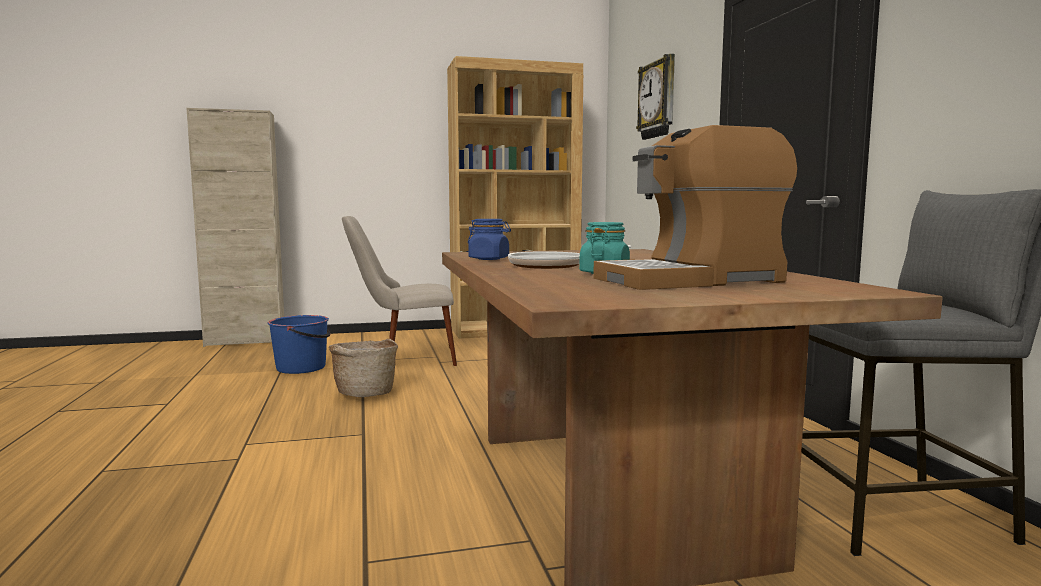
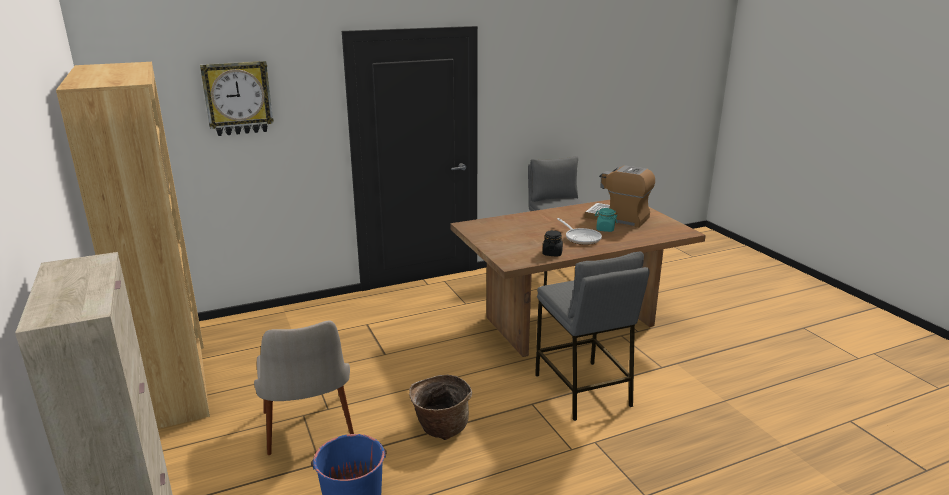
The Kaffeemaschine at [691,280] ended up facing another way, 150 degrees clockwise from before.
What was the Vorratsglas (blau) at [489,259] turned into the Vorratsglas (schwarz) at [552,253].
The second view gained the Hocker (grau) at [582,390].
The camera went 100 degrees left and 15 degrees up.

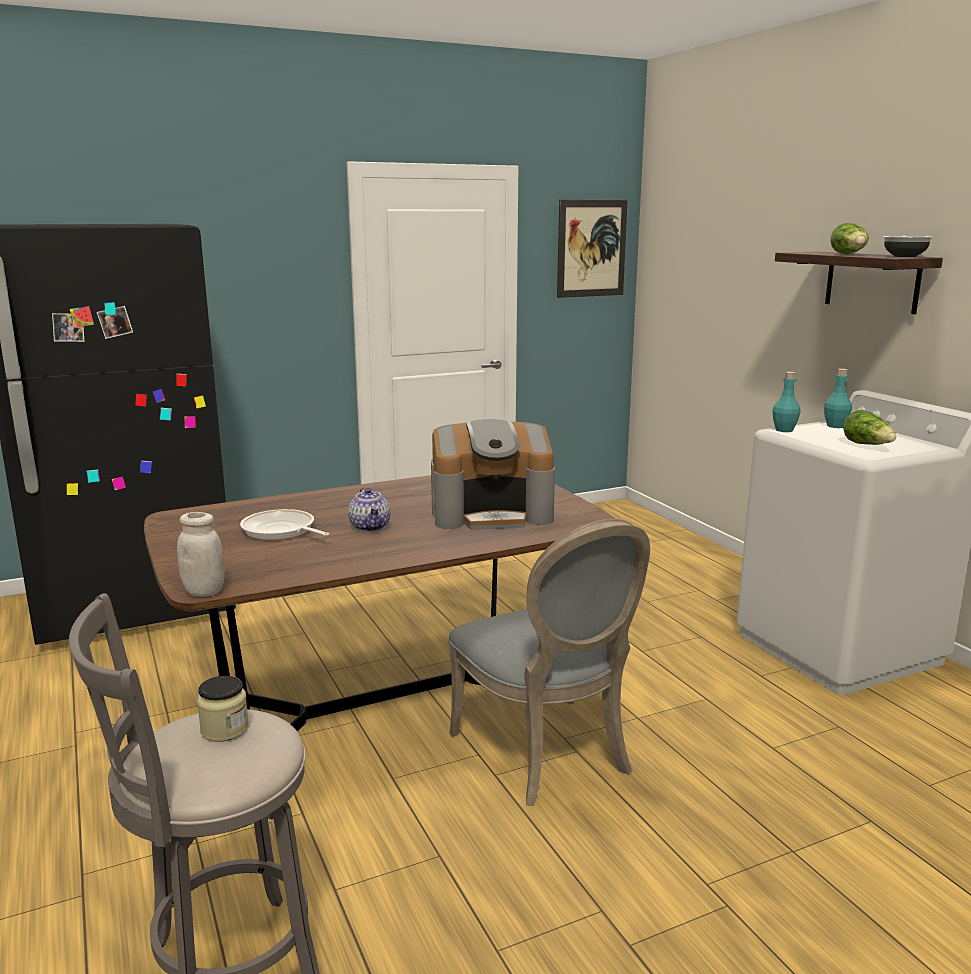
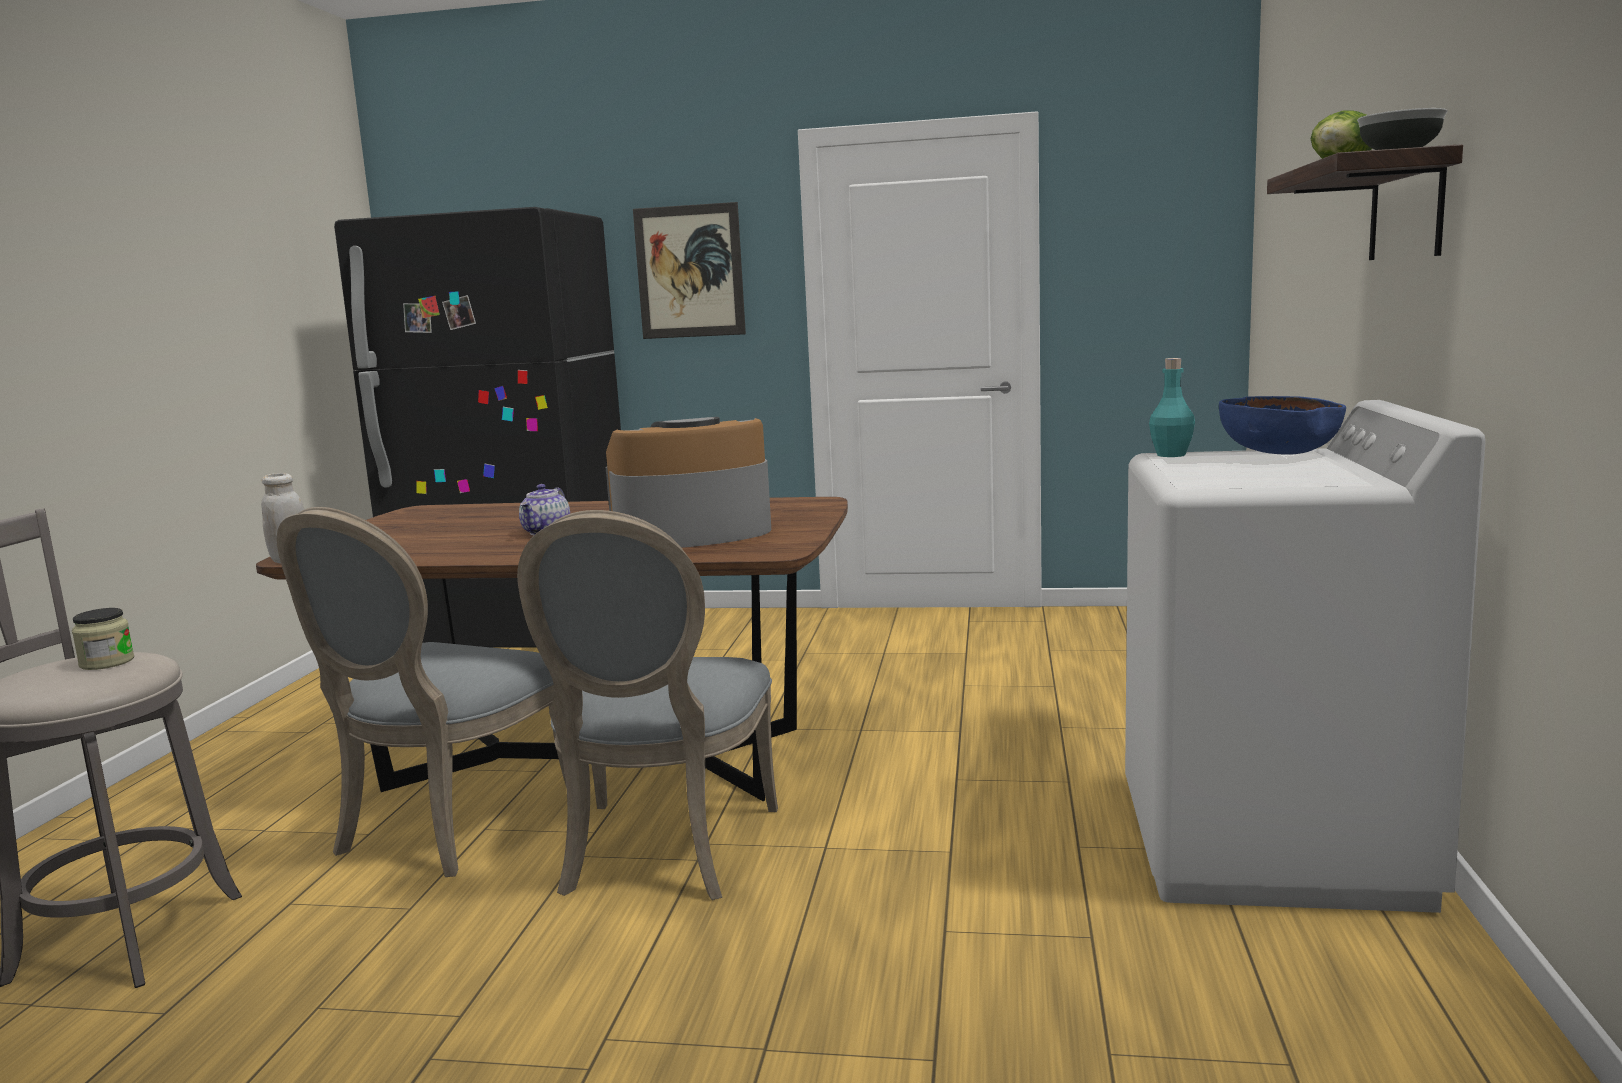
The Bild ended up elsewhere, having gone from [591,248] to [689,271].
Where the Flasche (türkis) stood at [835,426], the Schüssel (blau) came to stand at [1278,454].
The second view lost the Salatkopf at [868,445].
The Kaffeemaschine at [492,513] ended up facing another way, 135 degrees clockwise from before.
The second view lost the Pfanne at [281,531].
The second view gained the Stuhl (grau) at [447,828].
The camera went 35 degrees right and 5 degrees down.

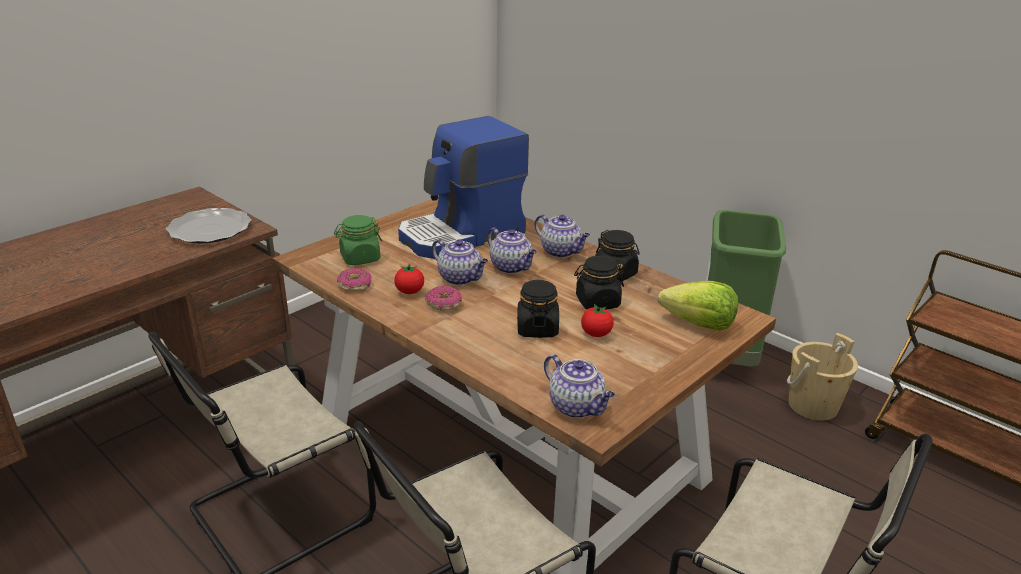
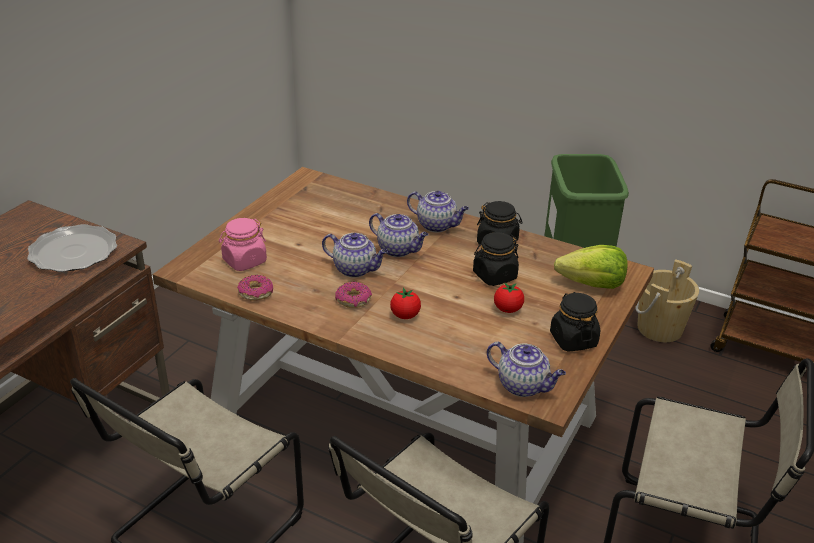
The second view lost the Kaffeemaschine at [462,234].
What was the Vorratsglas (grün) at [360,258] turned into the Vorratsglas (rosa) at [244,261].
The Tomate ended up elsewhere, having gone from [409,292] to [405,315].
The Vorratsglas (schwarz) ended up elsewhere, having gone from [537,328] to [573,339].
The camera went 15 degrees left and 5 degrees up.

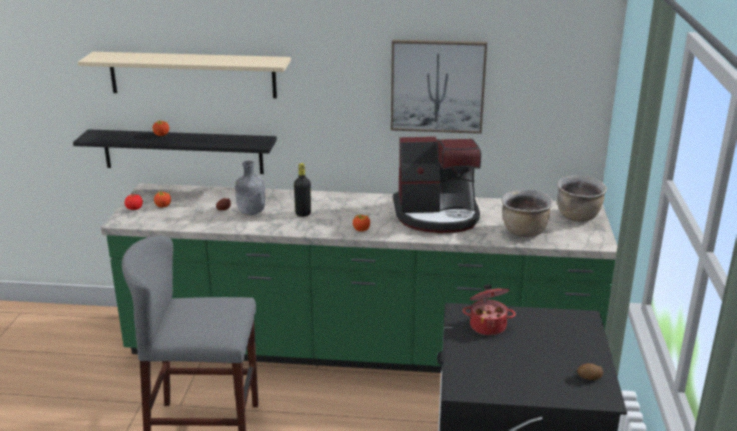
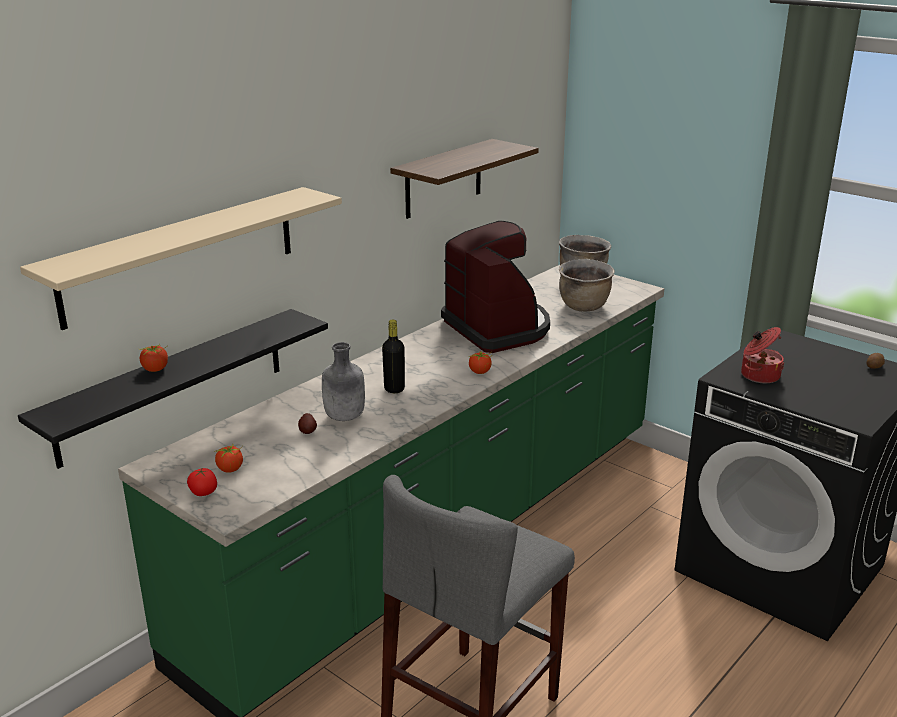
Where the Bild hung at [437,86], the Wandregal came to hang at [443,179].
The Kaffeemaschine at [437,215] ended up facing another way, 60 degrees counterclockwise from before.
The camera went 55 degrees left and 0 degrees up.

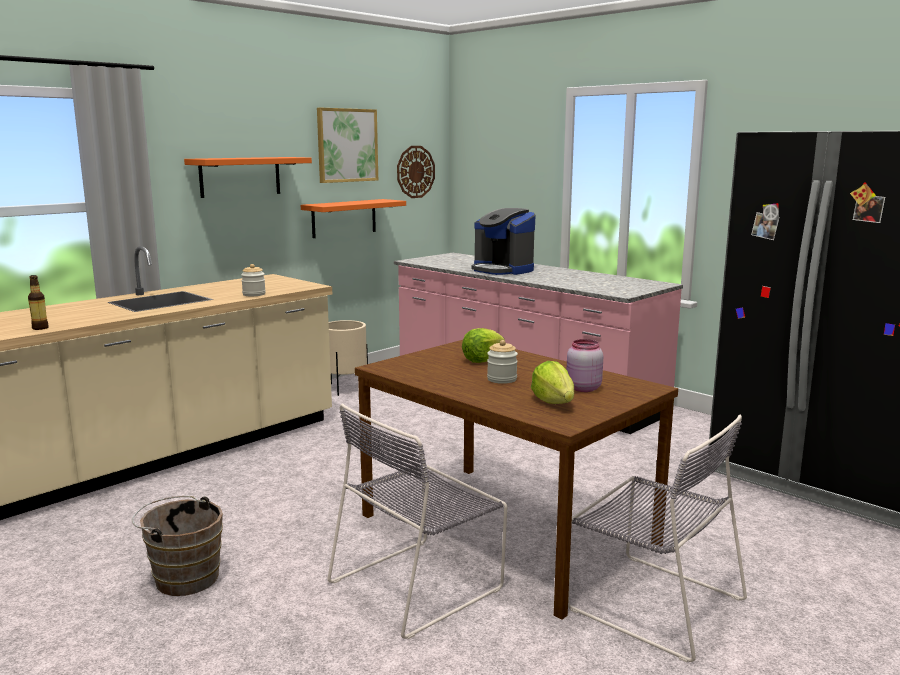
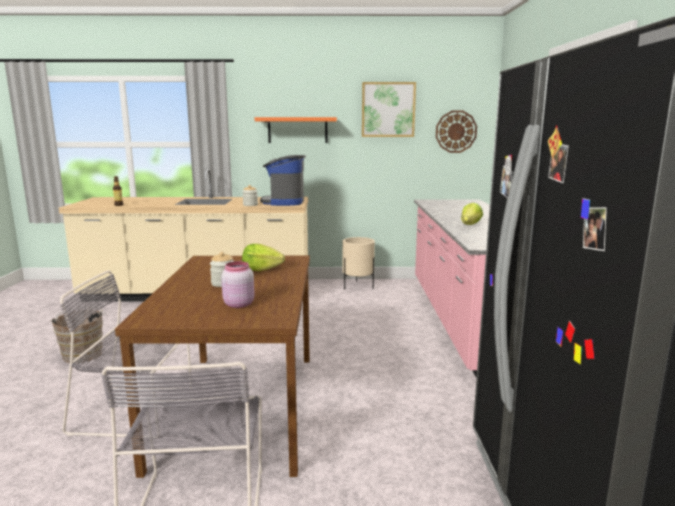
The second view lost the Wandregal (orange) at [344,218].
The Kaffeemaschine ended up elsewhere, having gone from [502,270] to [284,202].
The Salatkopf ended up elsewhere, having gone from [554,402] to [470,225].
The camera went 45 degrees right and 0 degrees up.

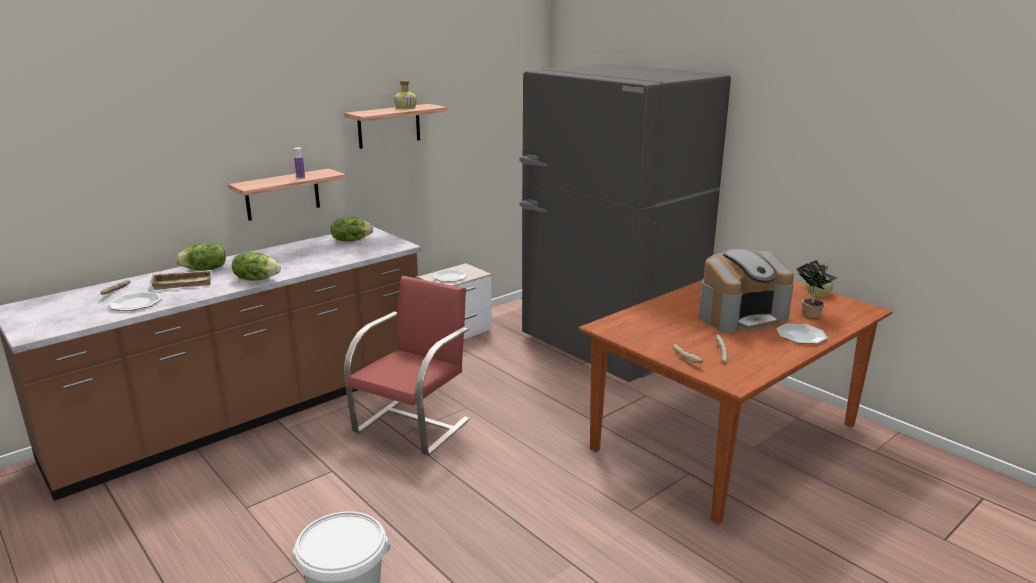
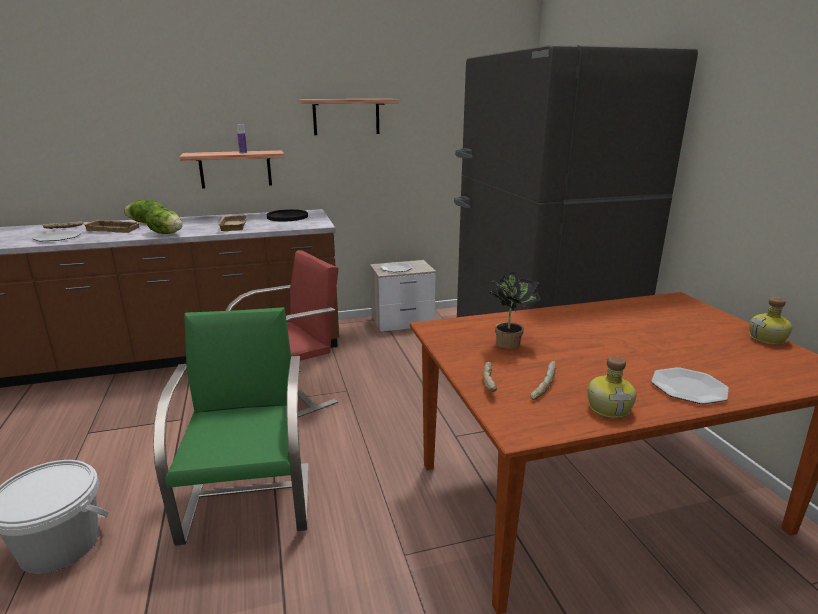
The Flasche ended up elsewhere, having gone from [406,108] to [609,407].
Where the Salatkopf stood at [351,240], the Teller (schwarz) came to stand at [287,217].
The second view lost the Kaffeemaschine at [741,316].
The Topfpflanze ended up elsewhere, having gone from [809,313] to [508,342].
The second view gained the Tablett (beige) at [232,226].
The second view gained the Stuhl (grün) at [249,500].
The camera went 25 degrees right and 0 degrees up.

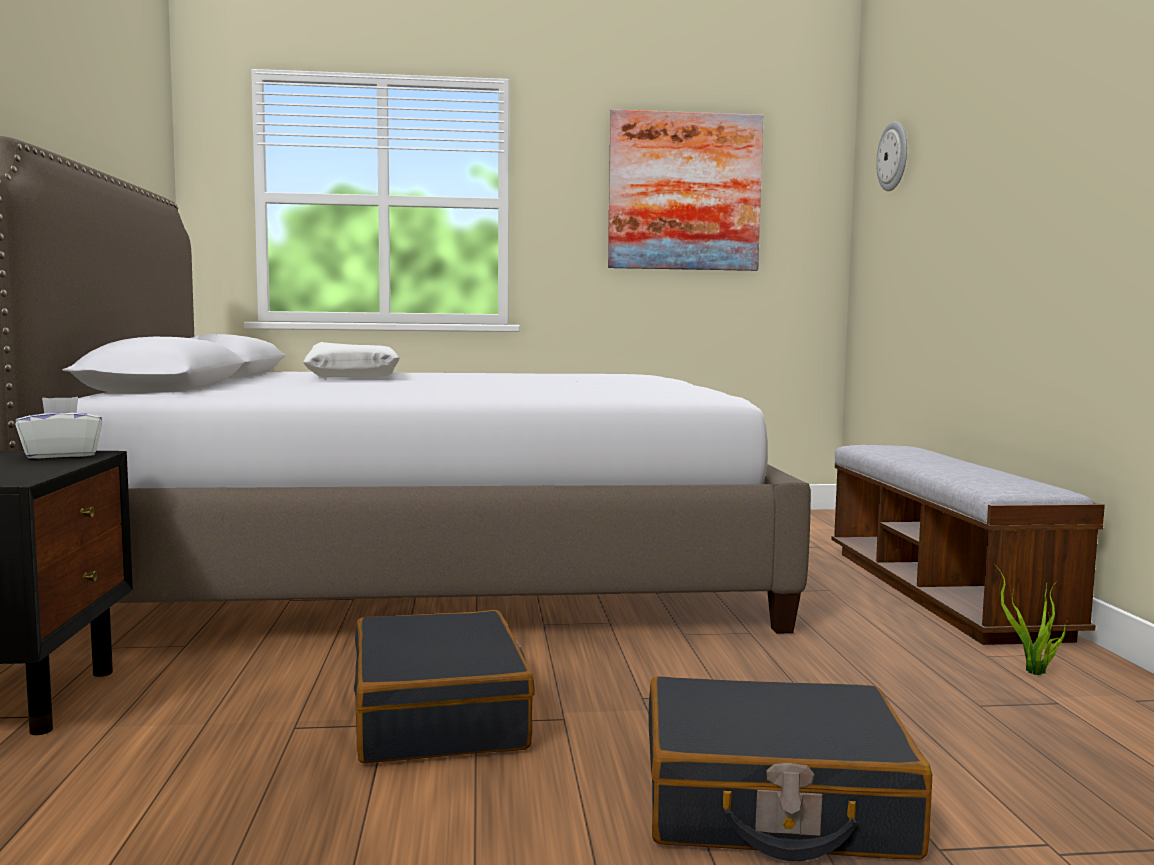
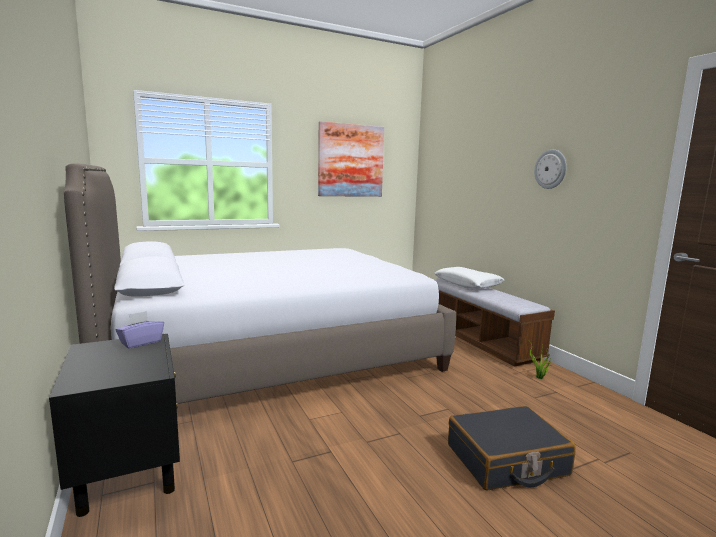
The Wanduhr ended up elsewhere, having gone from [893,156] to [550,169].
The Kissen (weiß) ended up elsewhere, having gone from [354,376] to [467,284].
What was the Taschentuchbox (weiß) at [62,455] turned into the Taschentuchbox (lila) at [141,342].
The second view lost the Koffer (schwarz) at [440,715].
The camera went 20 degrees left and 5 degrees up.

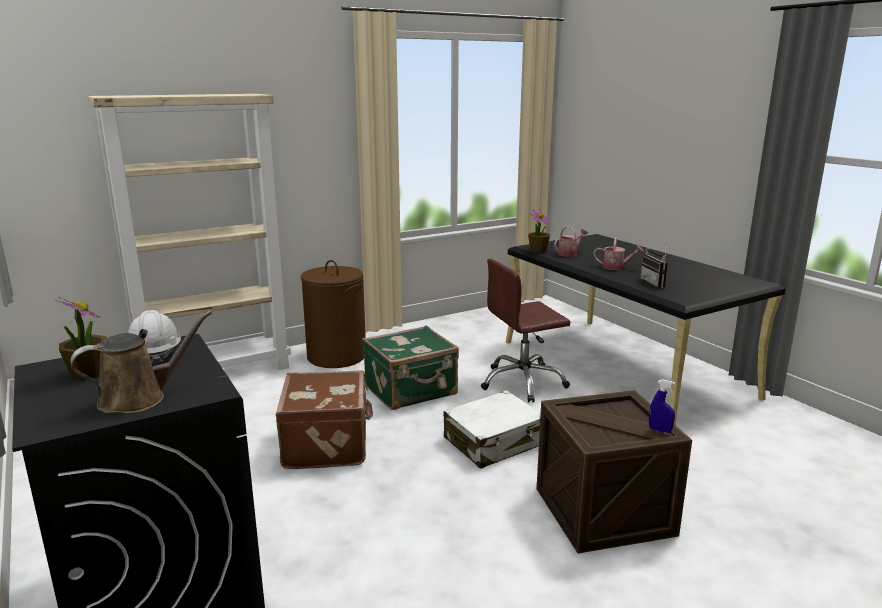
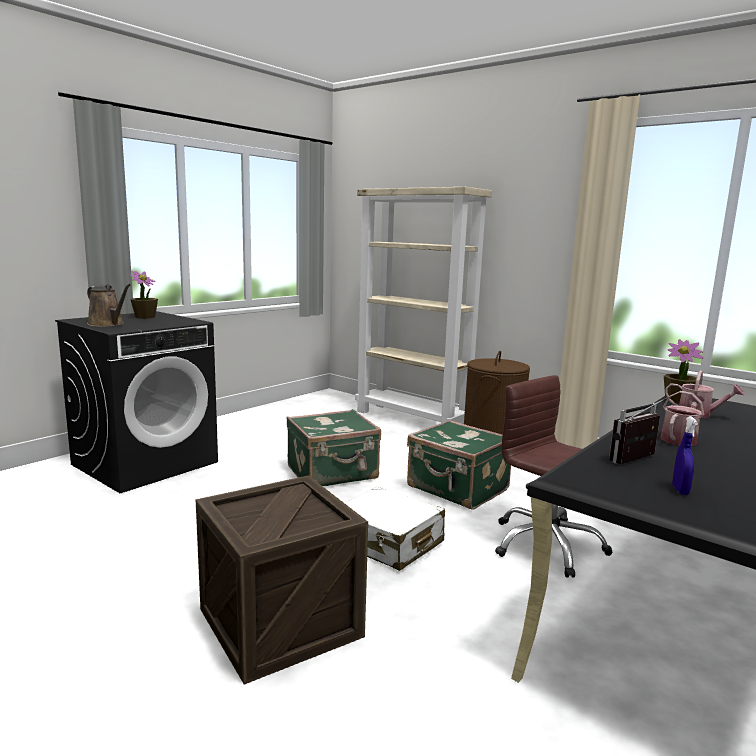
The Gießkanne at [616,267] ended up facing another way, 135 degrees counterclockwise from before.
The second view lost the Schutzhelm (weiß) at [155,354].
What was the Koffer (braun) at [328,444] turned into the Koffer (grün) at [333,473].
The Sprühflasche (blau) ended up elsewhere, having gone from [660,430] to [680,490].
The camera went 70 degrees right and 5 degrees down.

